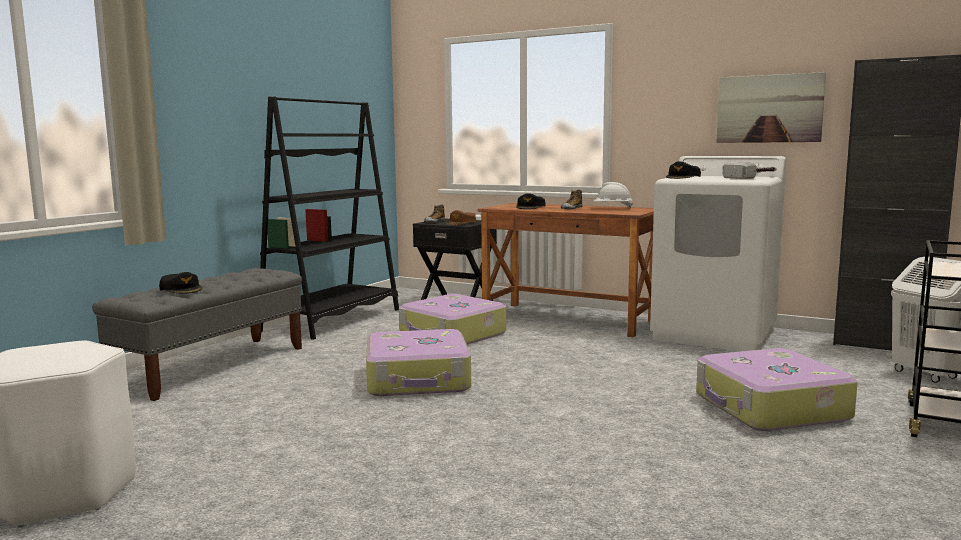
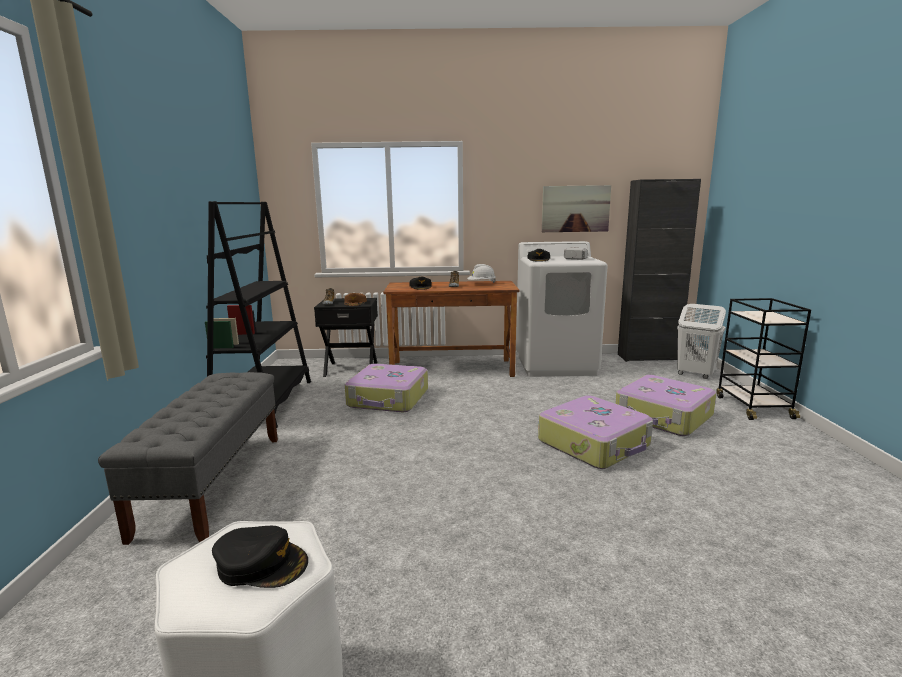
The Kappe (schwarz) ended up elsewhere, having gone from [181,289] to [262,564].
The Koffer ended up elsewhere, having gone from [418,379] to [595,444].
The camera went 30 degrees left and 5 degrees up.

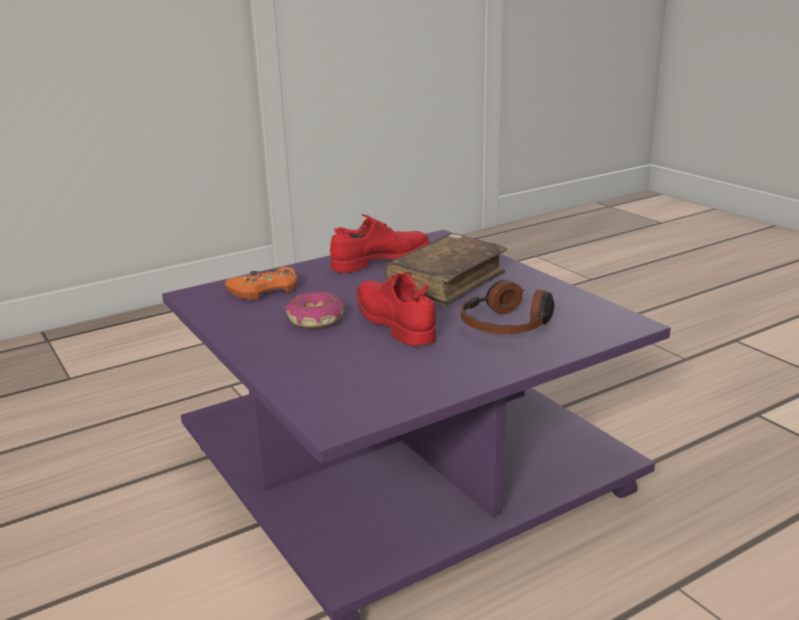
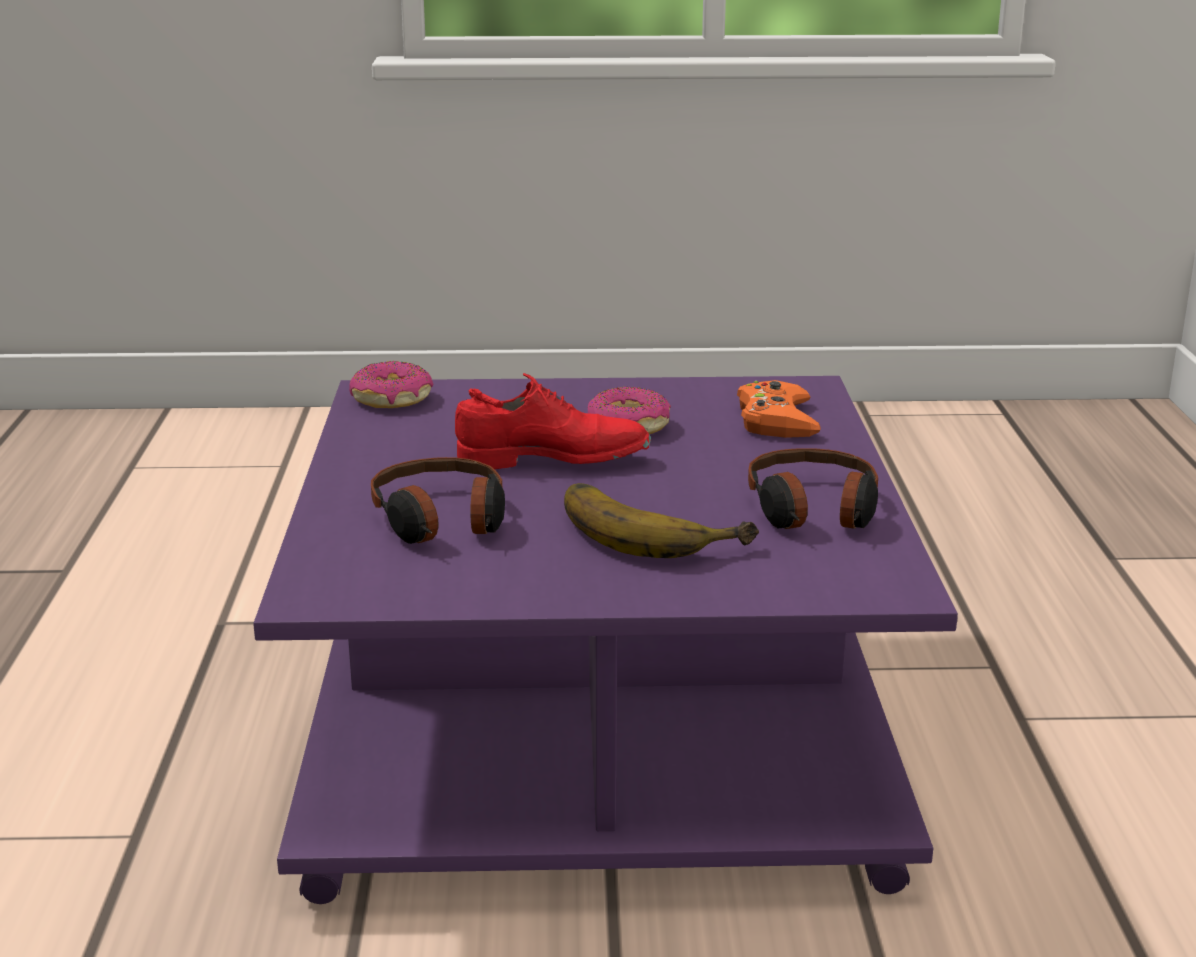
Where the Schuh (rot) stood at [381,261], the Kopfhörer came to stand at [813,510].
Where the Buch (braun) stood at [447,282], the Banane came to stand at [651,529].
The second view gained the Donut at [392,399].
The camera went 120 degrees right and 0 degrees up.

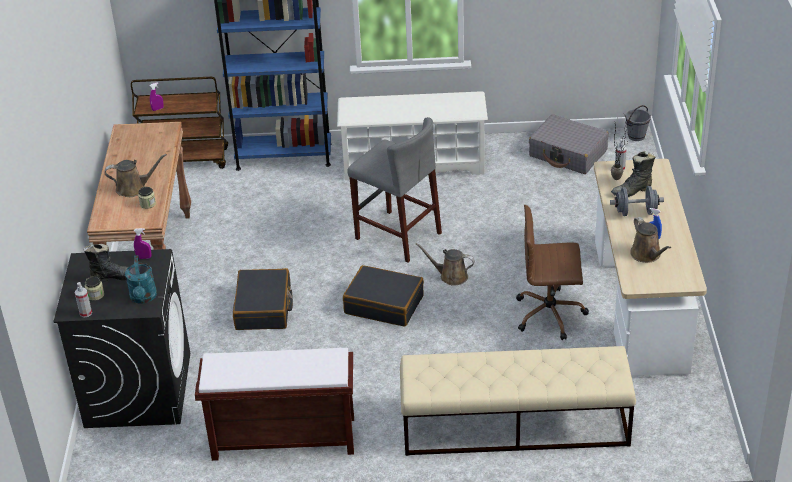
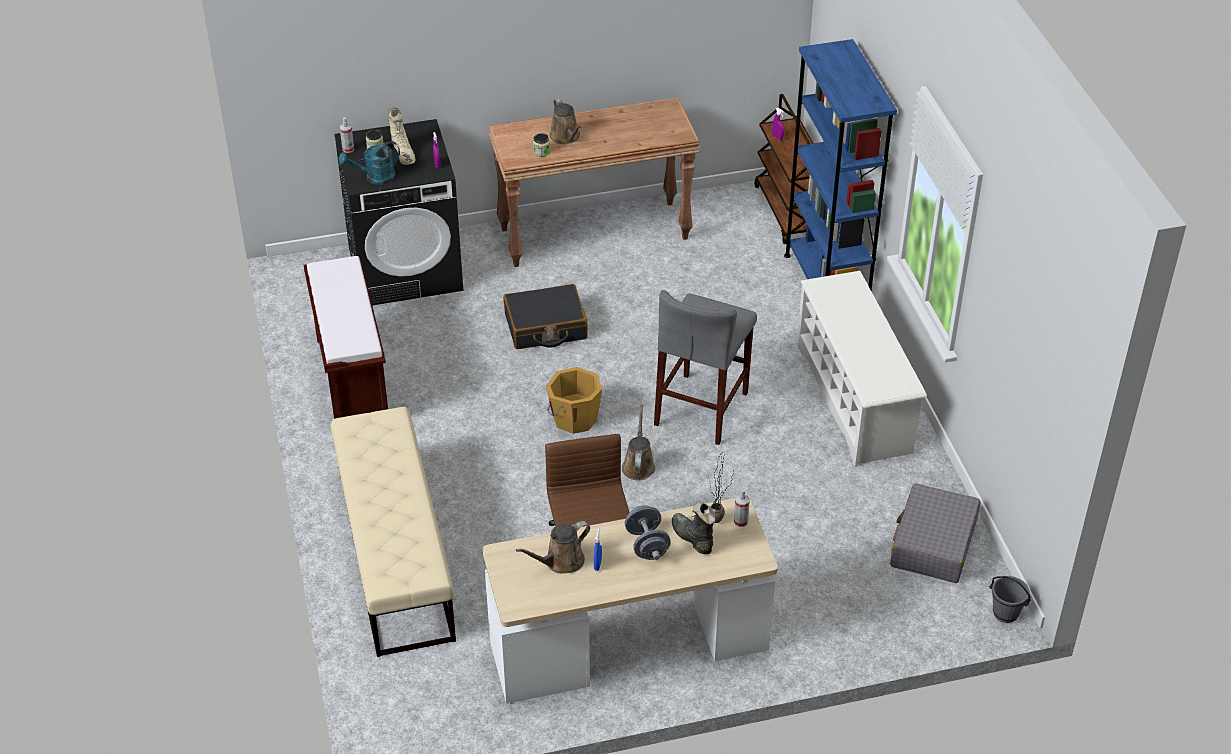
What was the Stiefel (schwarz) at [115,277] turned into the Stiefel (beige) at [403,153].
Where the Koffer (schwarz) stood at [384,304], the Eimer (orange) came to stand at [574,418].
The camera went 75 degrees right and 5 degrees up.

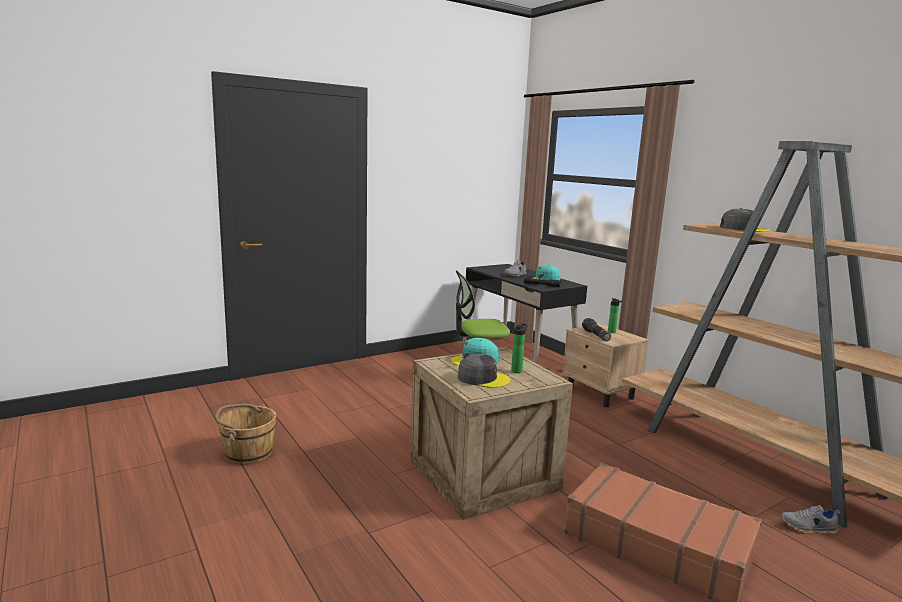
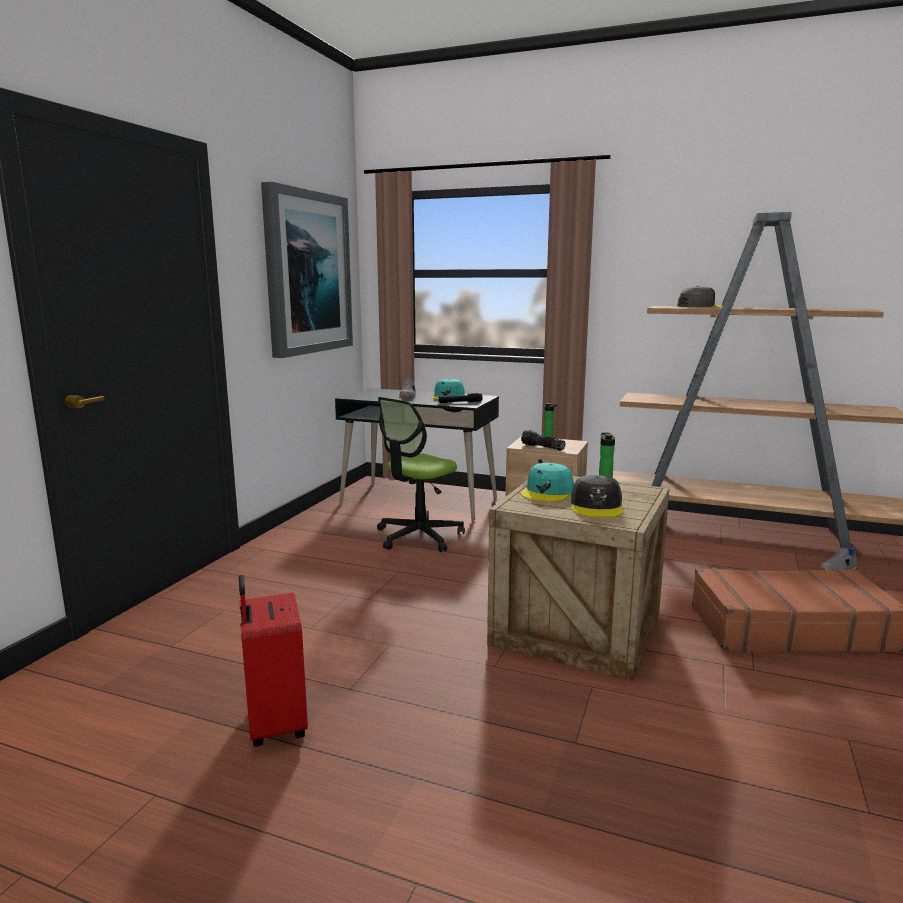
The Kappe (grau) at [483,378] ended up facing another way, 120 degrees clockwise from before.
Where the Eimer (braun) stood at [248,453], the Koffer (rot) came to stand at [274,724].
The second view gained the Bild at [307,273].
The camera went 35 degrees left and 0 degrees up.

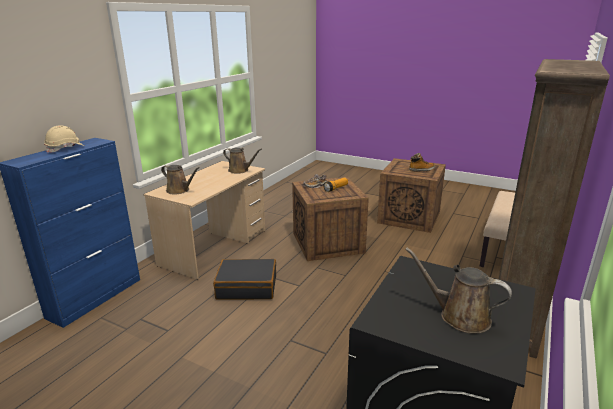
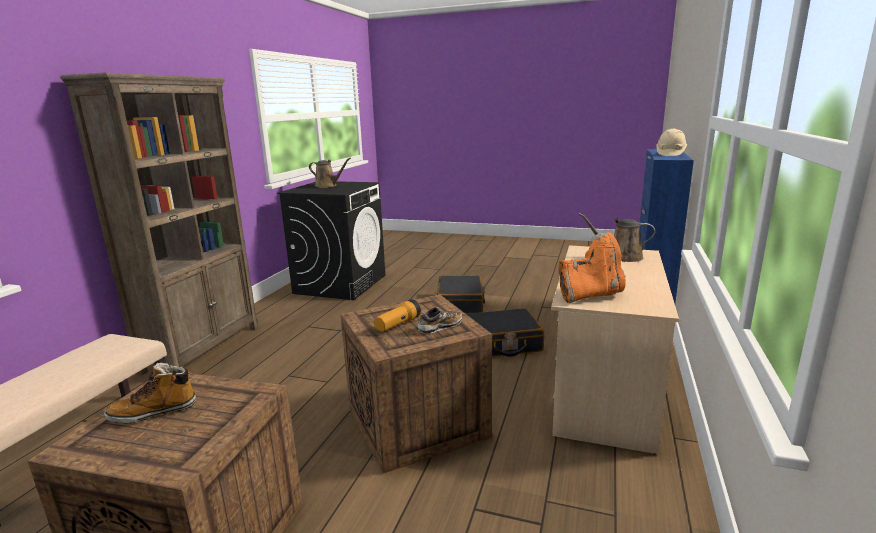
Where the Gießkanne (braun) stood at [240,170], the Stiefel (orange) came to stand at [591,295].
The second view gained the Koffer (schwarz) at [460,303].
The camera went 170 degrees right and 5 degrees down.

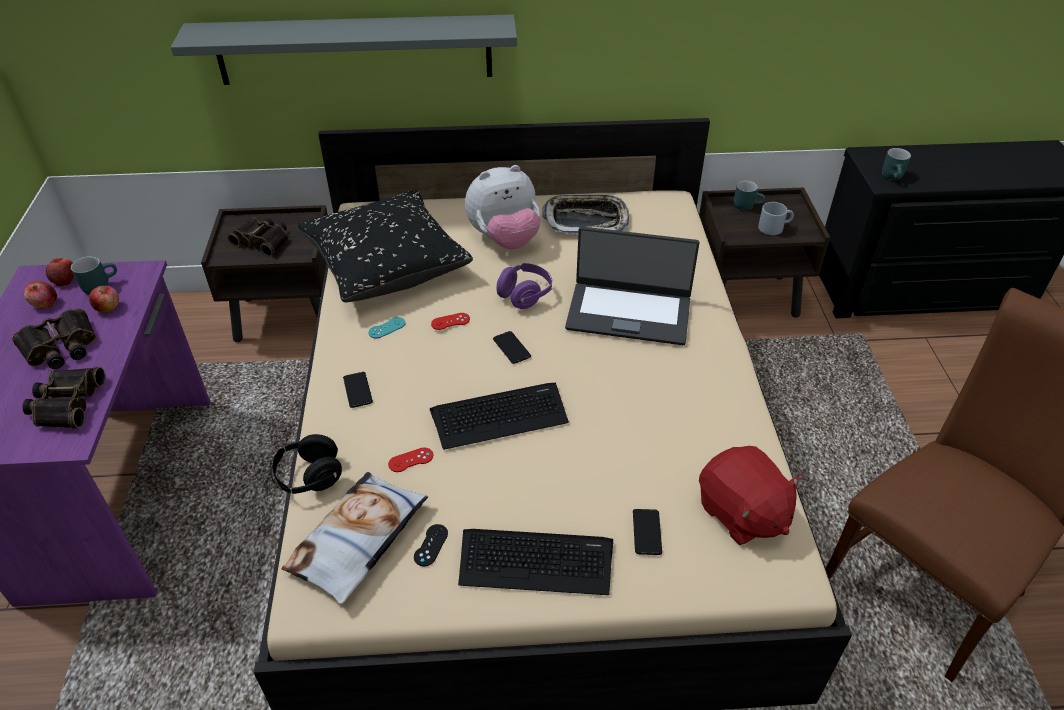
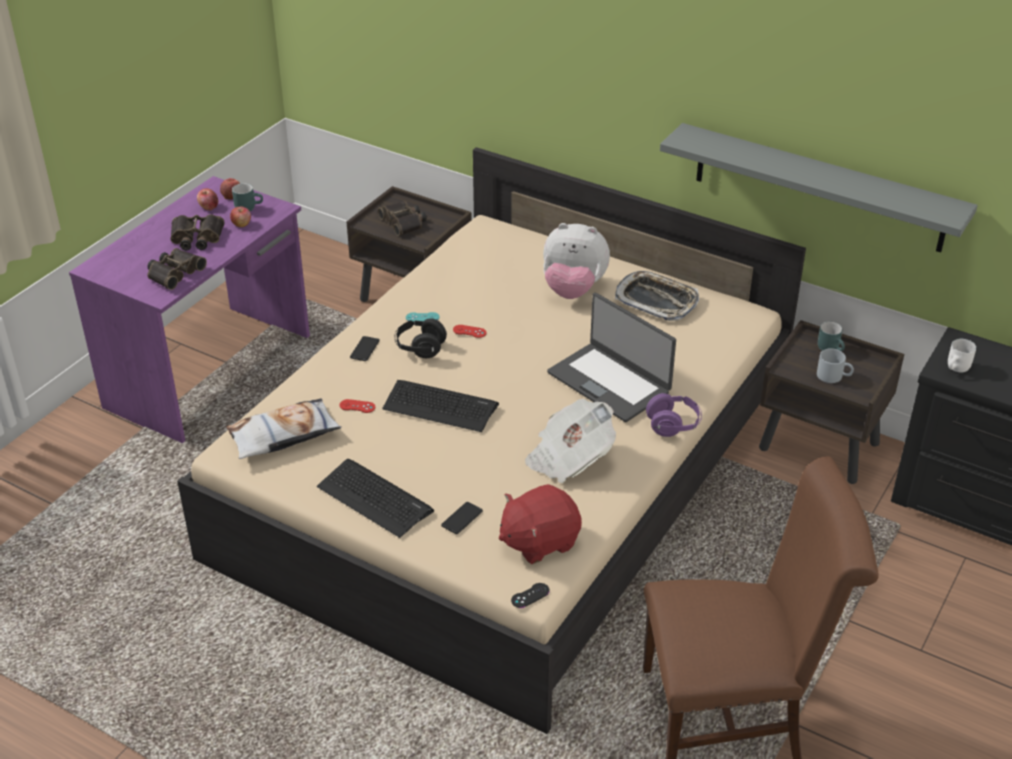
The Wandregal (grau) ended up elsewhere, having gone from [354,49] to [819,188].
What was the Henkelbecher (türkis) at [894,177] turned into the Henkelbecher (weiß) at [958,369].
The second view lost the Kissen (schwarz) at [386,264].
The Kopfhörer (lila) ended up elsewhere, having gone from [525,295] to [673,425].
The second view lost the Handy at [511,348].
The Kopfhörer (schwarz) ended up elsewhere, having gone from [308,477] to [420,348].
The Plüschtier (rot) at [741,513] ended up facing another way, 60 degrees clockwise from before.
The Gamepad (schwarz) ended up elsewhere, having gone from [431,545] to [530,595].
The second view gained the Zeitung at [569,458].
The camera went 35 degrees right and 5 degrees down.

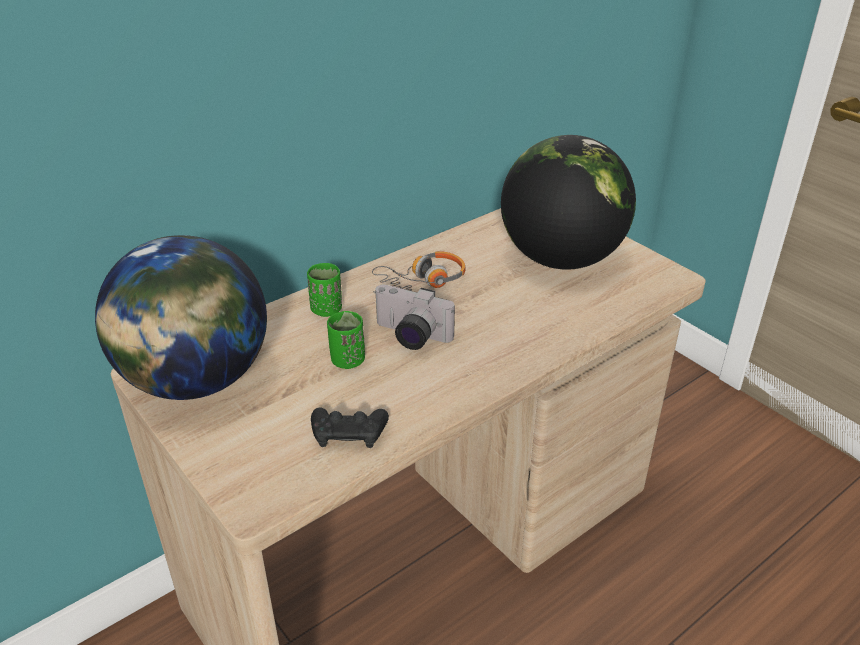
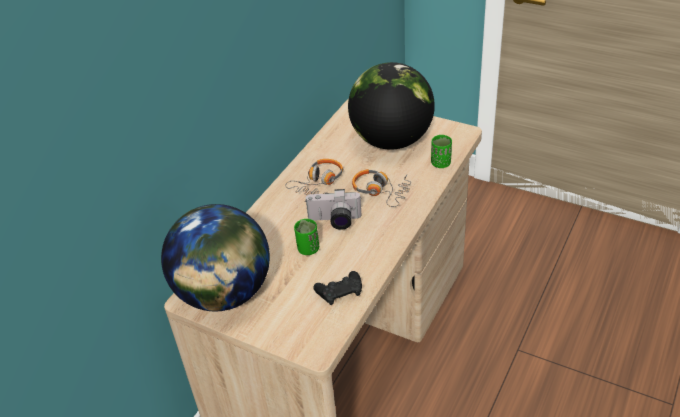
The Tasse (grün) ended up elsewhere, having gone from [326,309] to [441,163].
The second view gained the Kopfhörer at [380,191].
The camera went 20 degrees left and 5 degrees up.

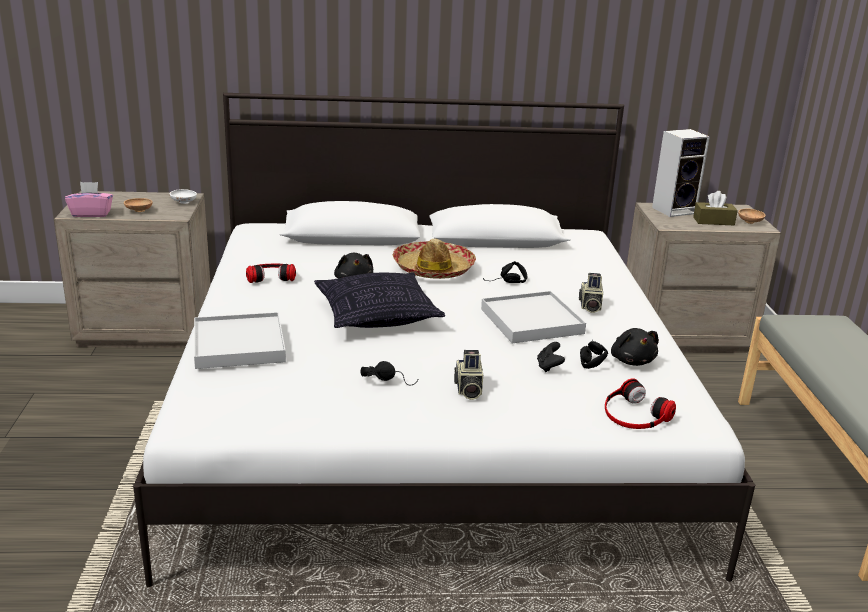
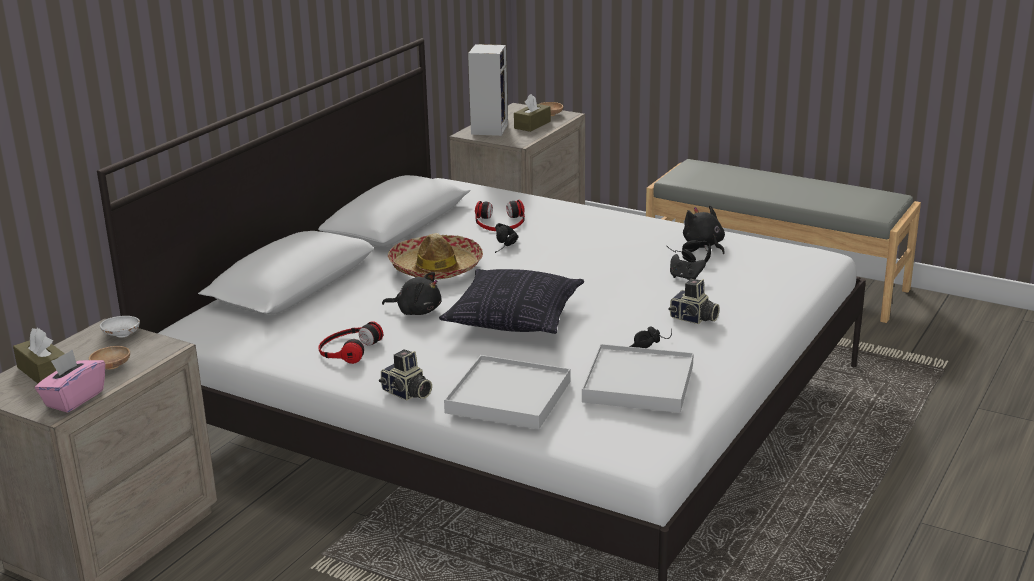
The Kamera ended up elsewhere, having gone from [589,306] to [406,393].
The Tablett (weiß) ended up elsewhere, having gone from [531,321] to [638,384].
The Plüschtier (schwarz) at [632,360] ended up facing another way, 135 degrees counterclockwise from before.
The Kopfhörer ended up elsewhere, having gone from [634,414] to [500,222].
The second view gained the Taschentuchbox (braun) at [43,372].
The camera went 55 degrees left and 0 degrees up.

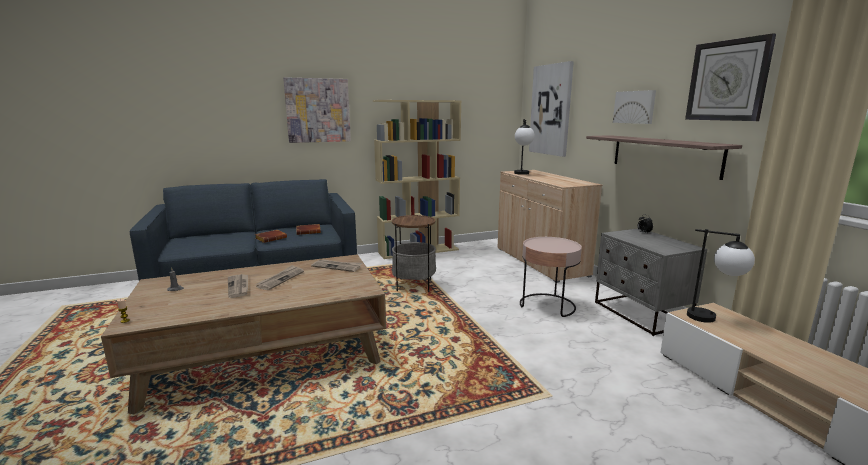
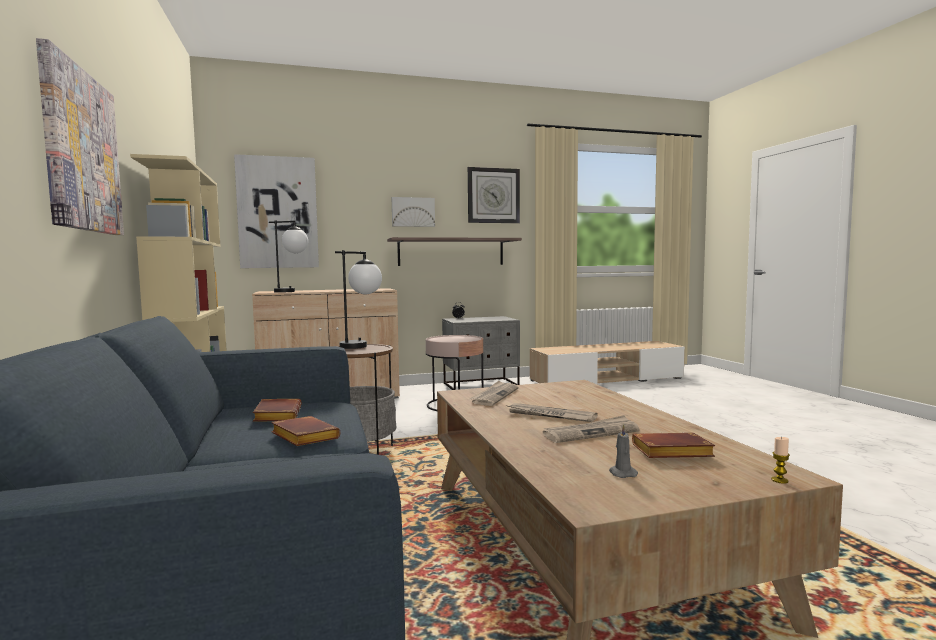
The Tischlampe ended up elsewhere, having gone from [713,319] to [361,345].
The second view gained the Buch (braun) at [670,453].
The camera went 85 degrees left and 10 degrees down.

